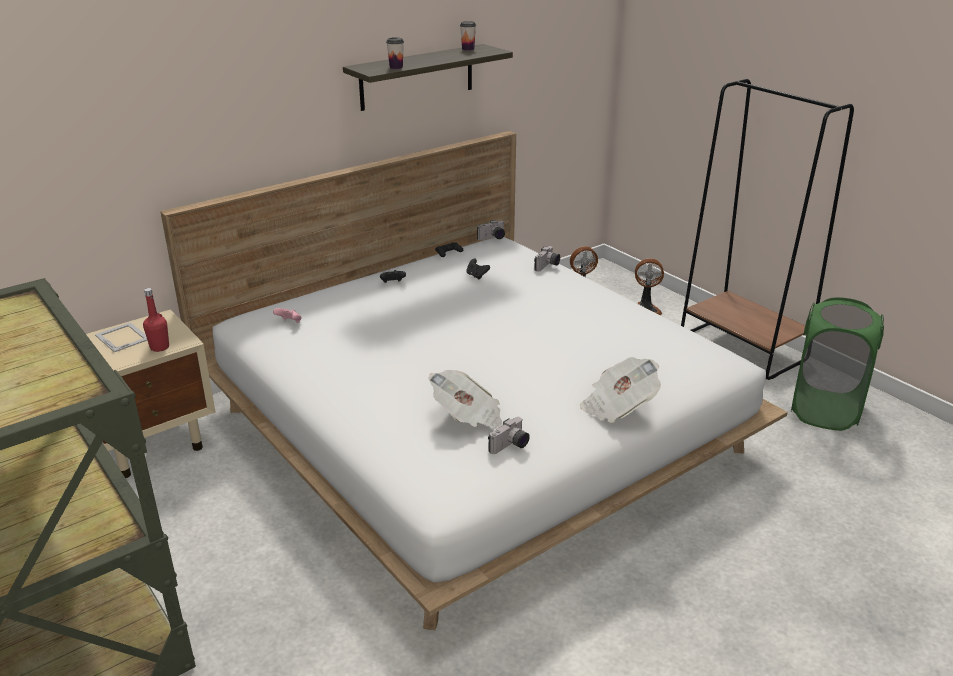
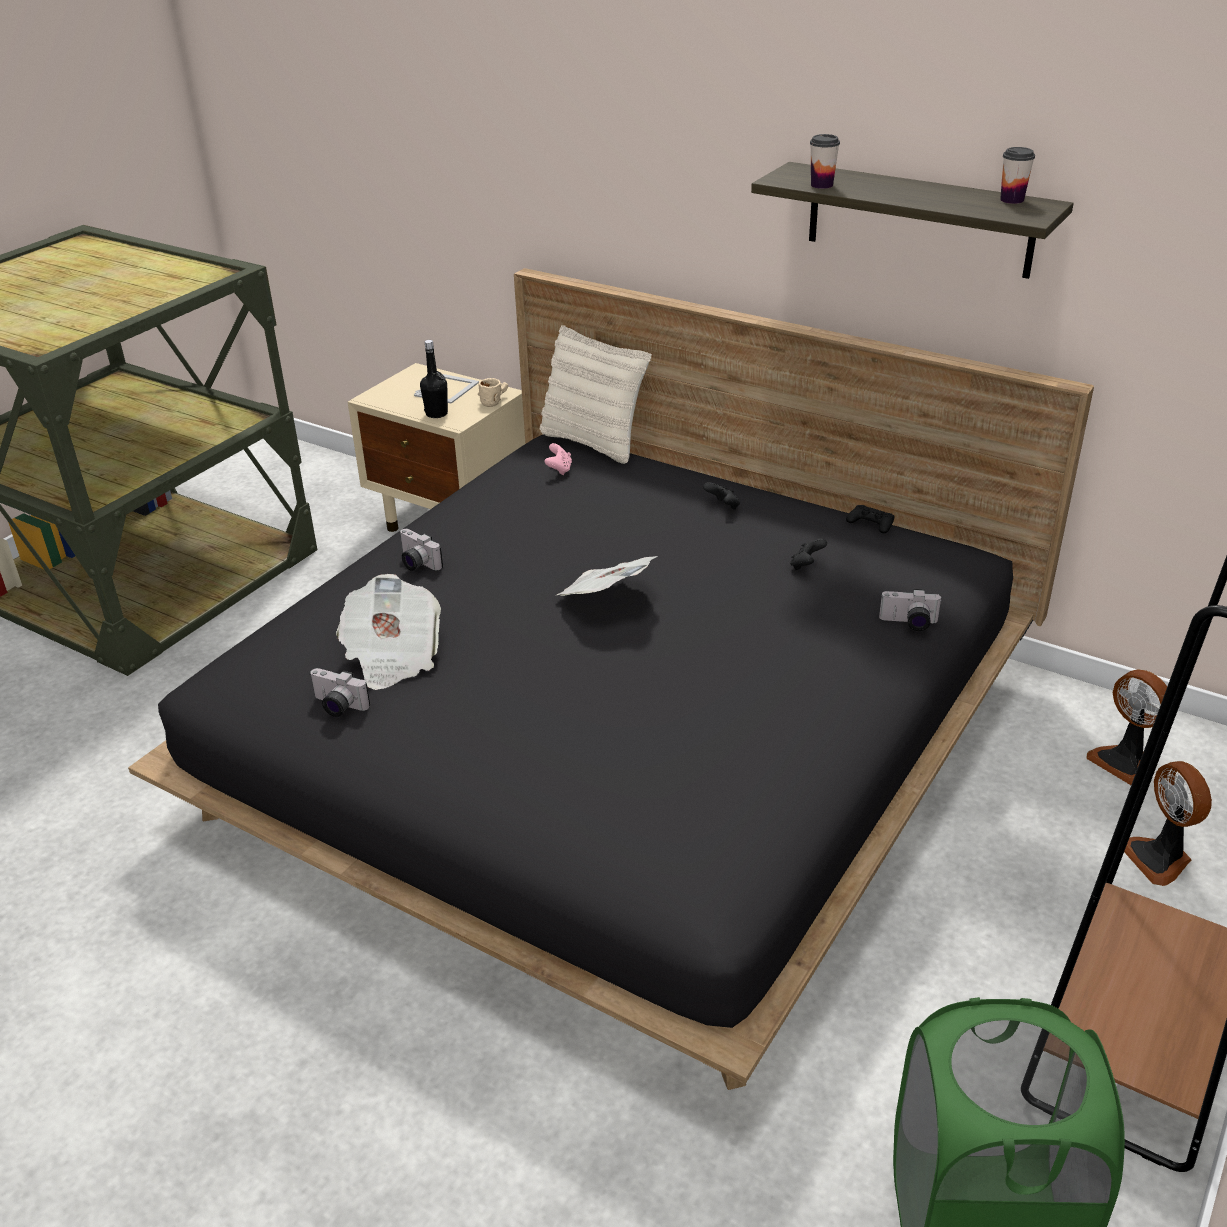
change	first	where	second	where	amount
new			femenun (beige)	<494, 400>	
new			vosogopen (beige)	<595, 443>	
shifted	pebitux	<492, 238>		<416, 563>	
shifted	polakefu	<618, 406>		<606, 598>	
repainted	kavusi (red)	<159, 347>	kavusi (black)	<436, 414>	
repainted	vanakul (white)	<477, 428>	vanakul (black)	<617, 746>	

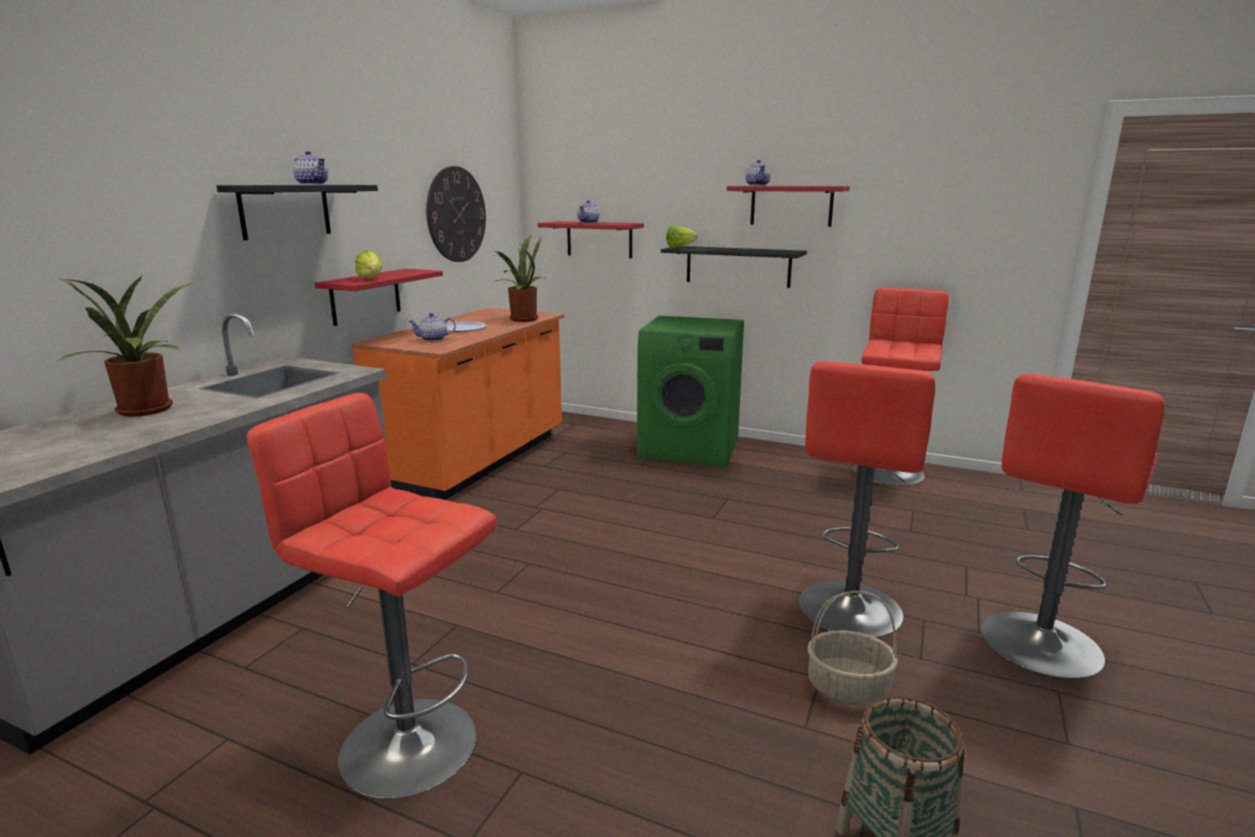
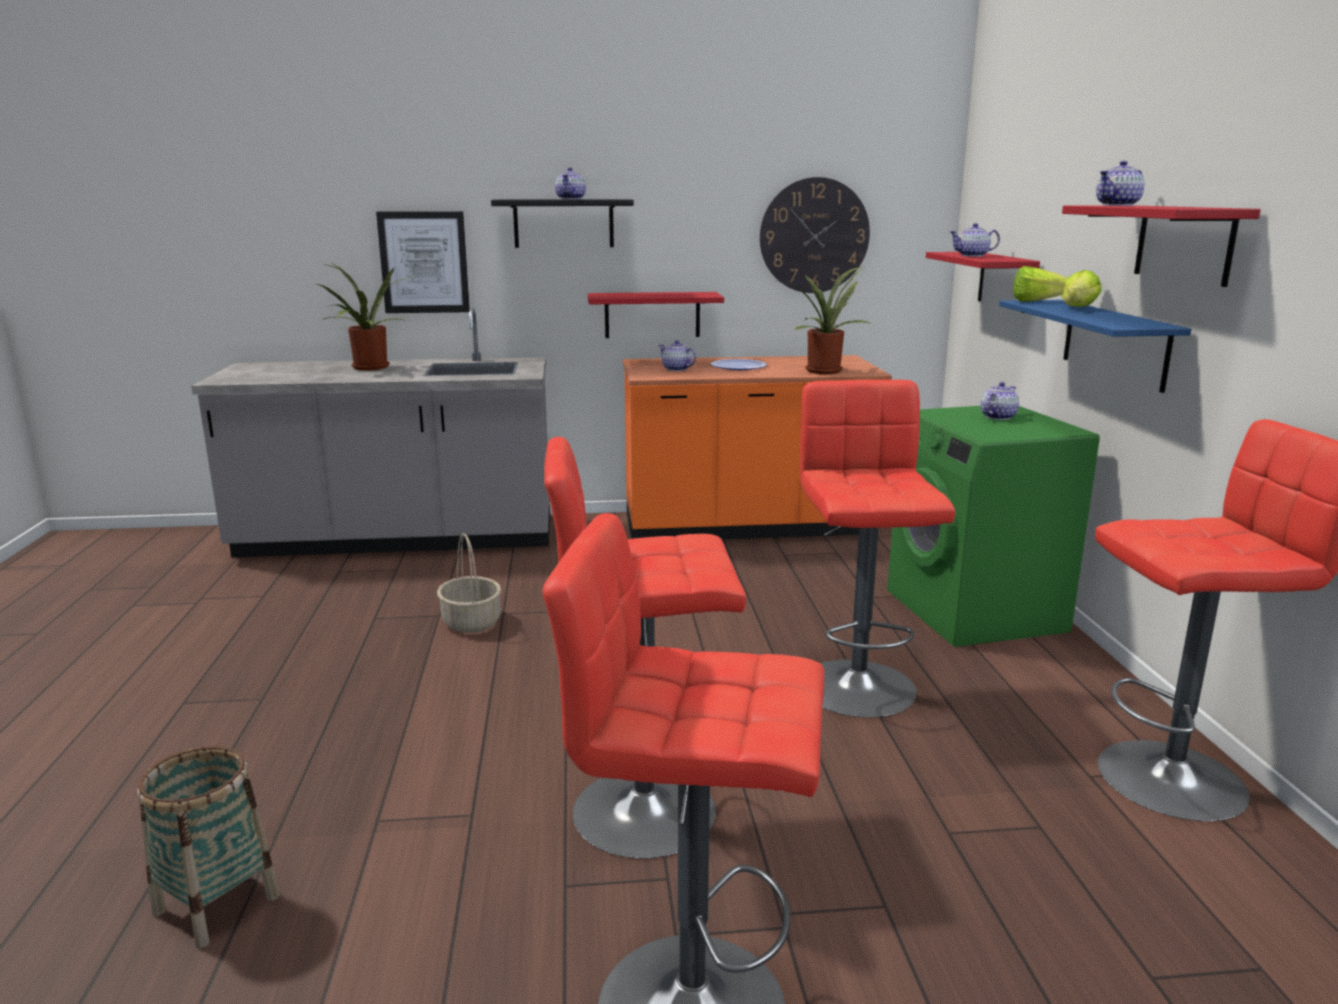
change	first	where	second	where	amount
new			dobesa	<424, 262>	
new			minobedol	<997, 417>	
shifted	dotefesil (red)	<408, 744>		<858, 687>	
shifted	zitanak	<371, 279>		<1075, 308>	
shifted	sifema	<847, 688>		<470, 622>	
repainted	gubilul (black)	<738, 266>	gubilul (blue)	<1114, 343>	

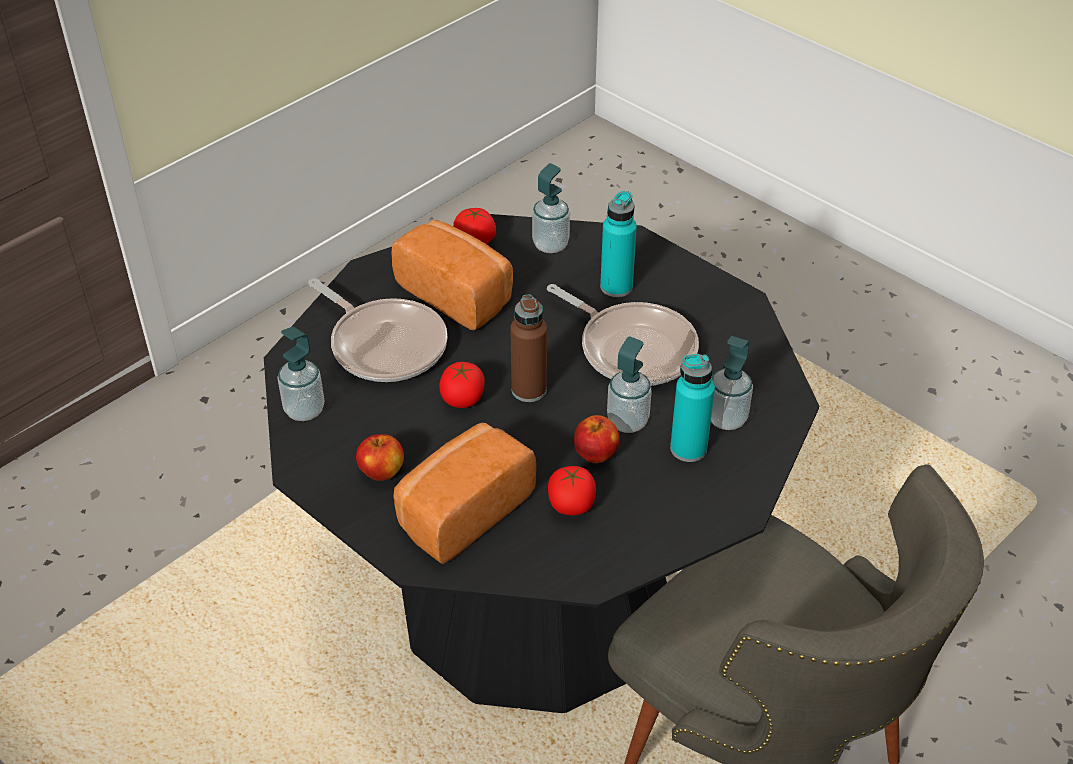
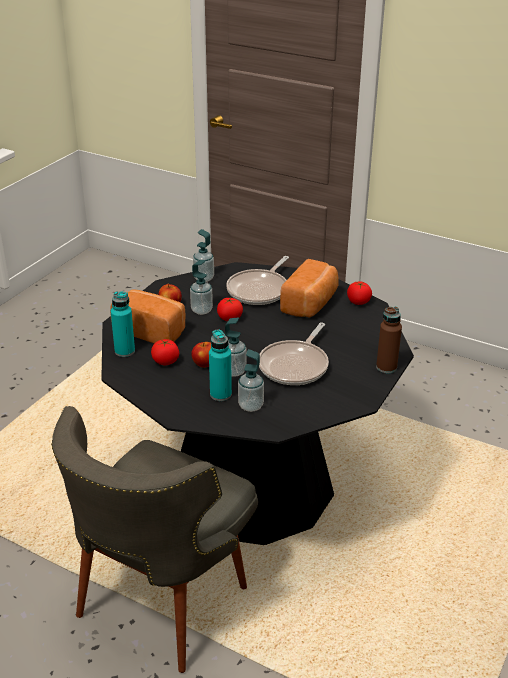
change	first	where	second	where	amount
shifted	kavusi (brown)	<529, 390>		<386, 367>	
shifted	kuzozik	<550, 245>		<201, 310>	
shifted	kavusi (turquoise)	<616, 287>		<124, 351>	

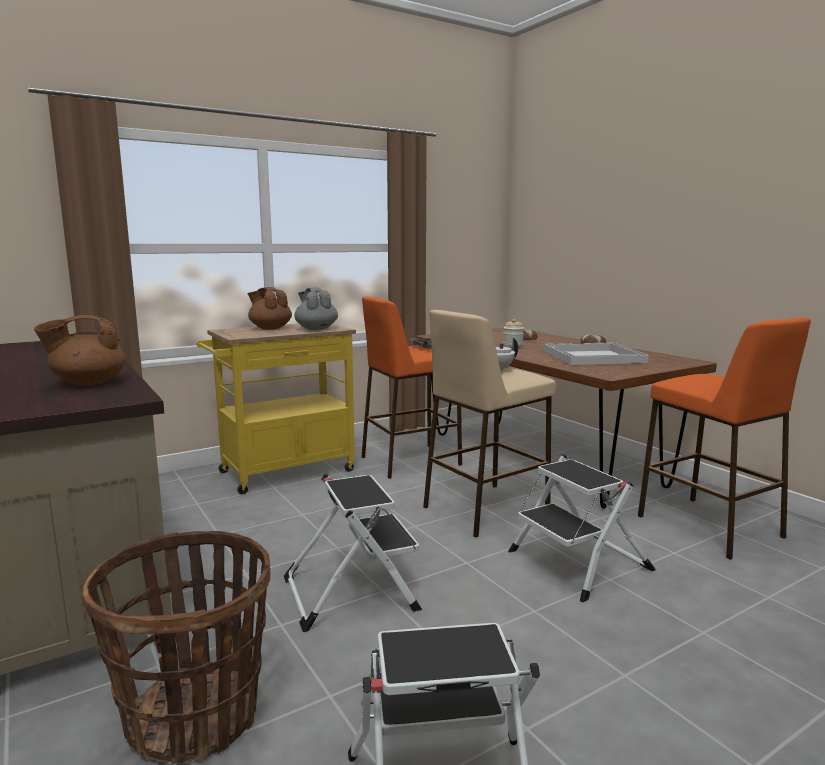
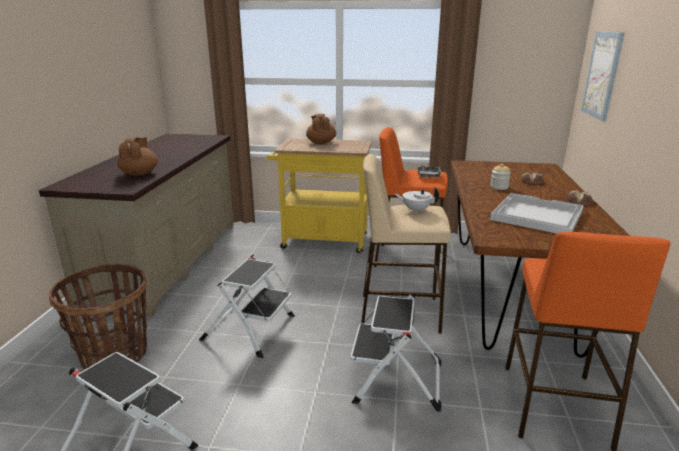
change	first	where	second	where	amount
gone	minobedol (grey)	<316, 329>			
new			dobesa	<602, 75>	
rotated	minobedol (brown)	<88, 383>		<139, 173>	75 degrees clockwise

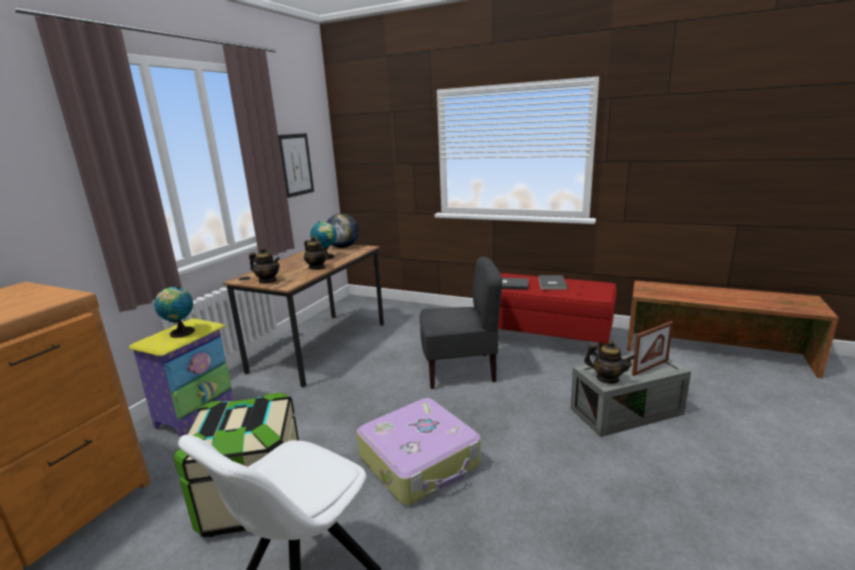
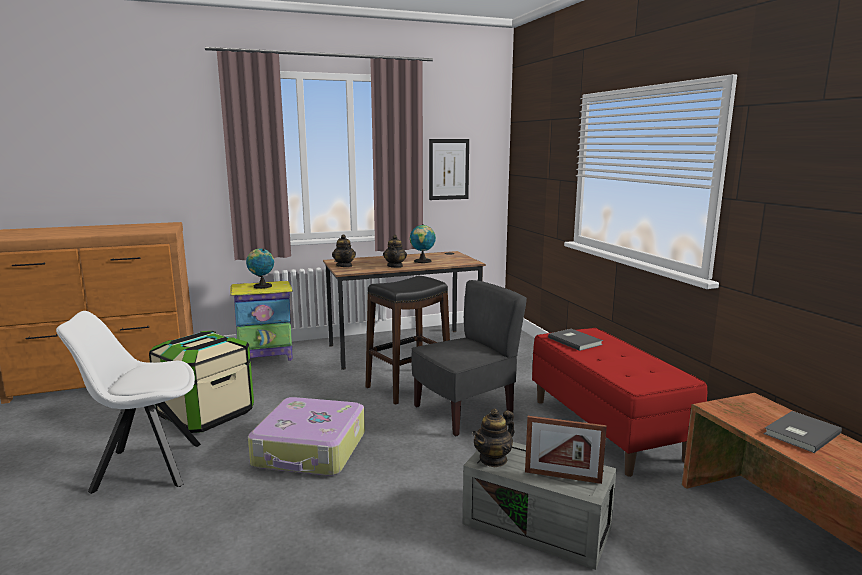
change	first	where	second	where	amount
gone	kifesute	<343, 247>			
new			dotefesil (black)	<408, 386>	
shifted	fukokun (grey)	<551, 284>		<799, 433>	
rotated	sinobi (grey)	<460, 370>		<464, 412>	75 degrees counterclockwise
rotated	minobedol	<607, 378>		<493, 459>	60 degrees clockwise

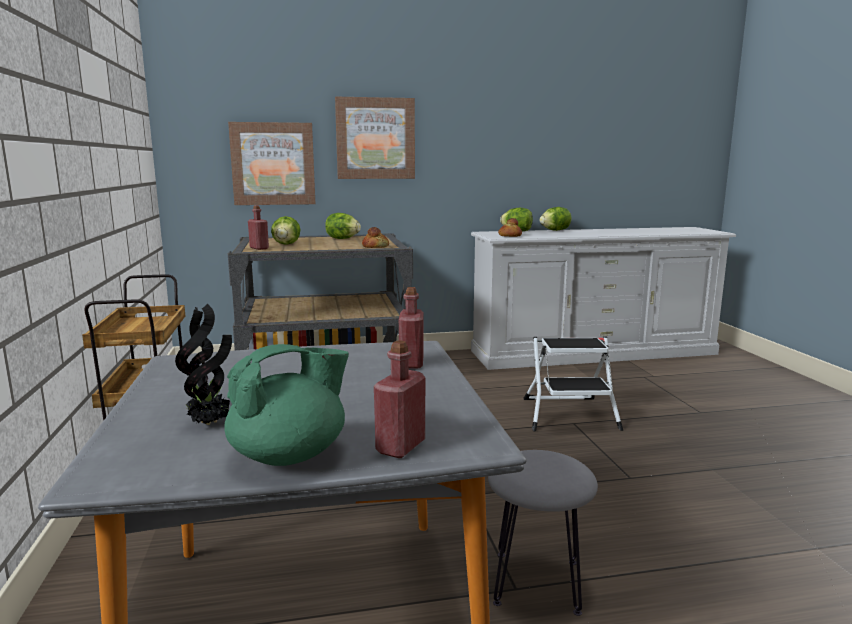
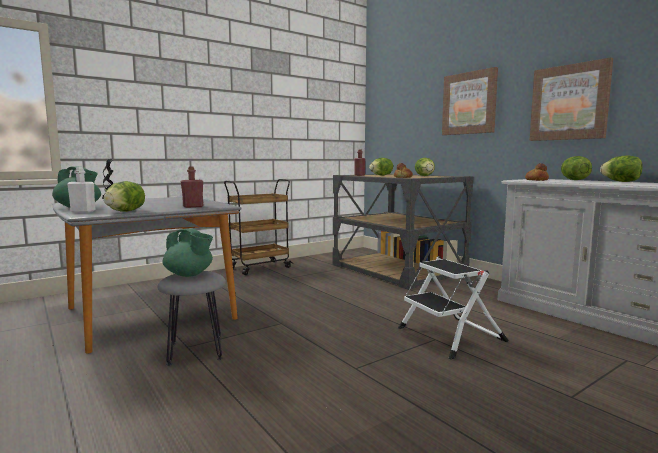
change	first	where	second	where	amount
new			zitanak	<125, 211>	
new			minobedol (green)	<189, 275>	
shifted	dobesa	<273, 164>		<569, 102>	
repainted	kavusi (red)	<400, 447>	kavusi (white)	<83, 211>	

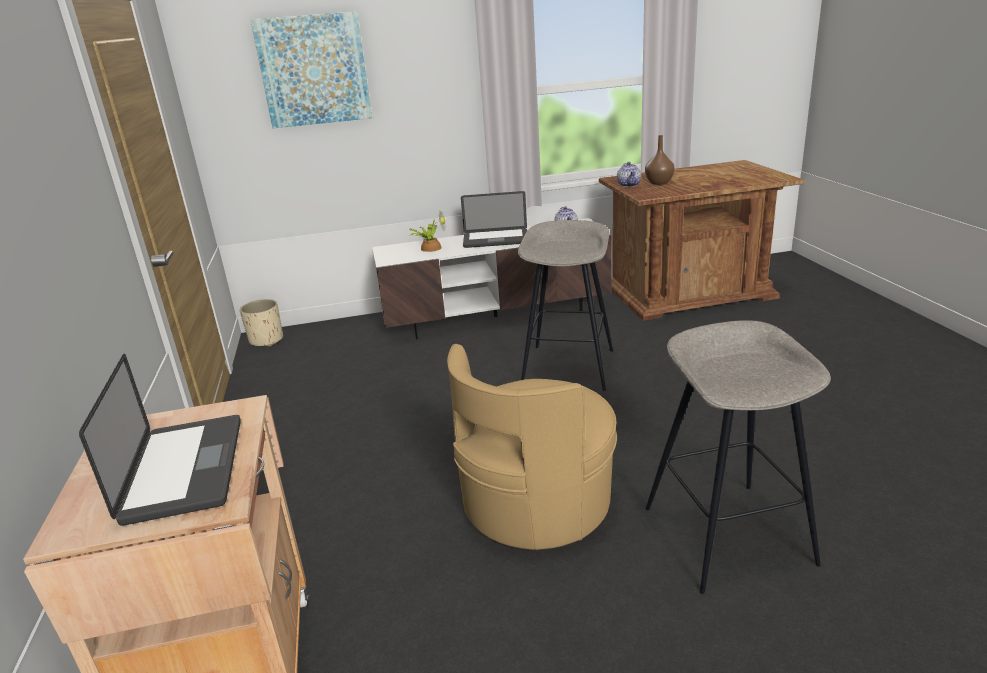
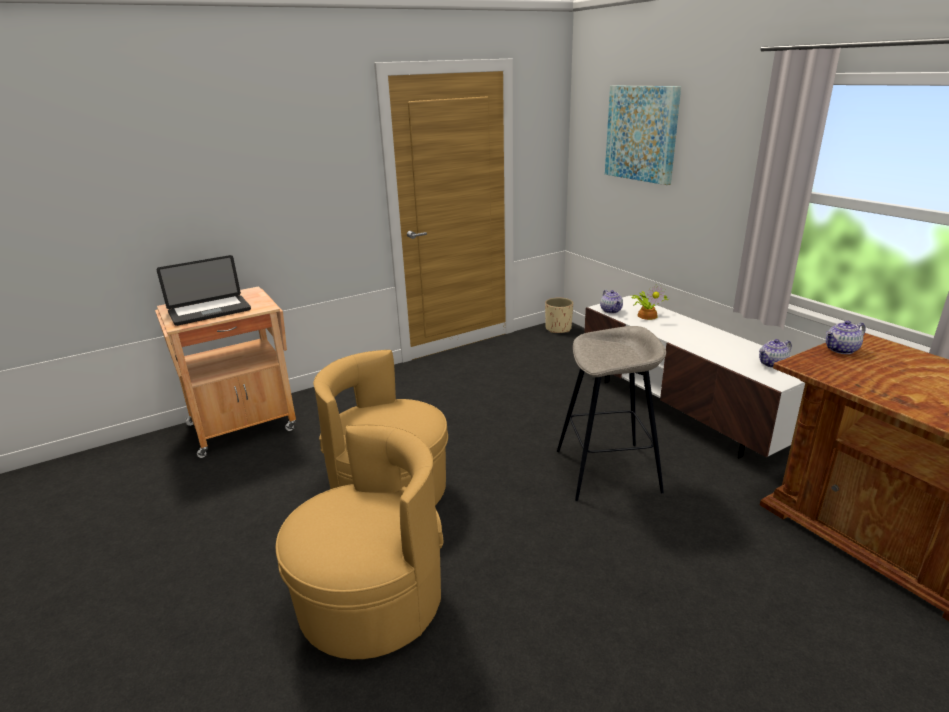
change	first	where	second	where	amount
gone	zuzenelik	<495, 240>			
gone	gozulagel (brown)	<658, 183>			
new			minobedol	<611, 311>	
swapped	dotefesil (grey)	<727, 534>	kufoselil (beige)	<370, 604>	

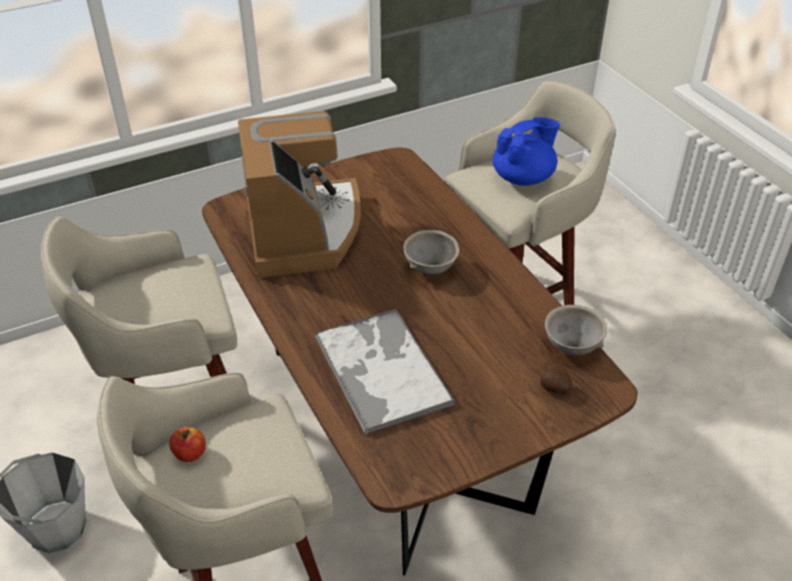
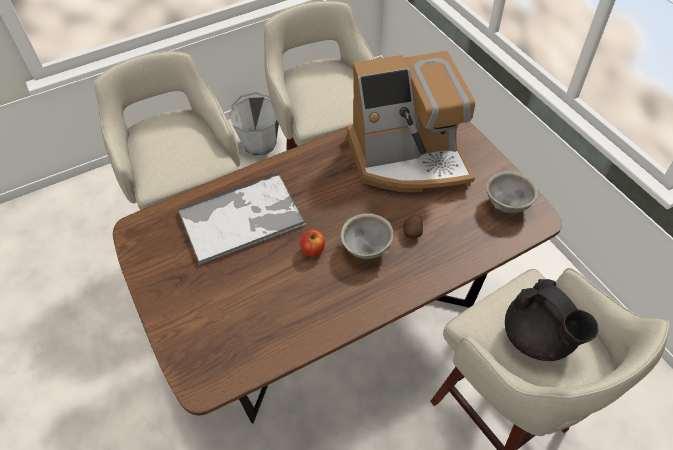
change	first	where	second	where	amount
shifted	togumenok	<190, 454>		<313, 250>	
shifted	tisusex	<554, 389>		<412, 231>	
shifted	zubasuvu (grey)	<572, 347>		<506, 204>	
repainted	minobedol (blue)	<523, 177>	minobedol (black)	<538, 338>	

